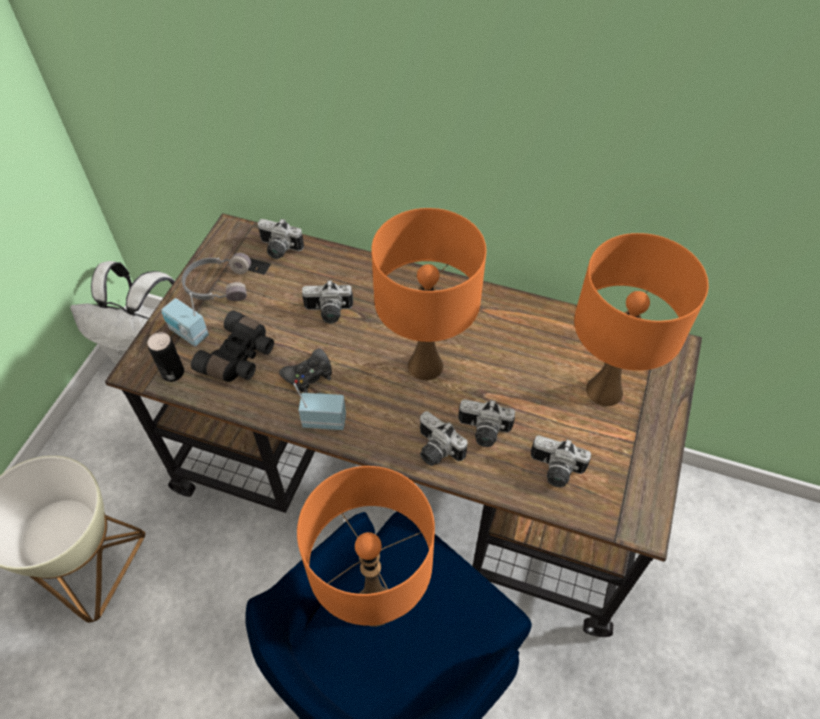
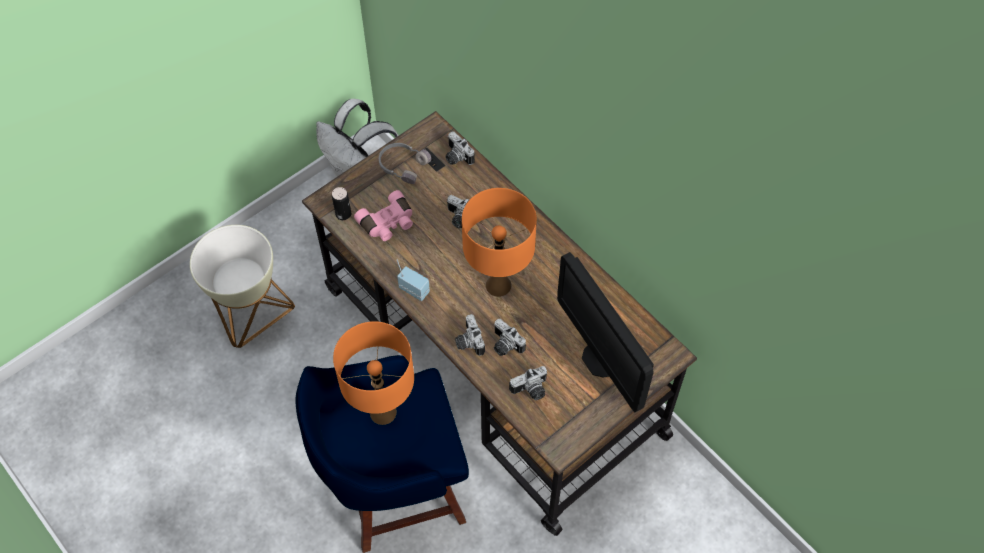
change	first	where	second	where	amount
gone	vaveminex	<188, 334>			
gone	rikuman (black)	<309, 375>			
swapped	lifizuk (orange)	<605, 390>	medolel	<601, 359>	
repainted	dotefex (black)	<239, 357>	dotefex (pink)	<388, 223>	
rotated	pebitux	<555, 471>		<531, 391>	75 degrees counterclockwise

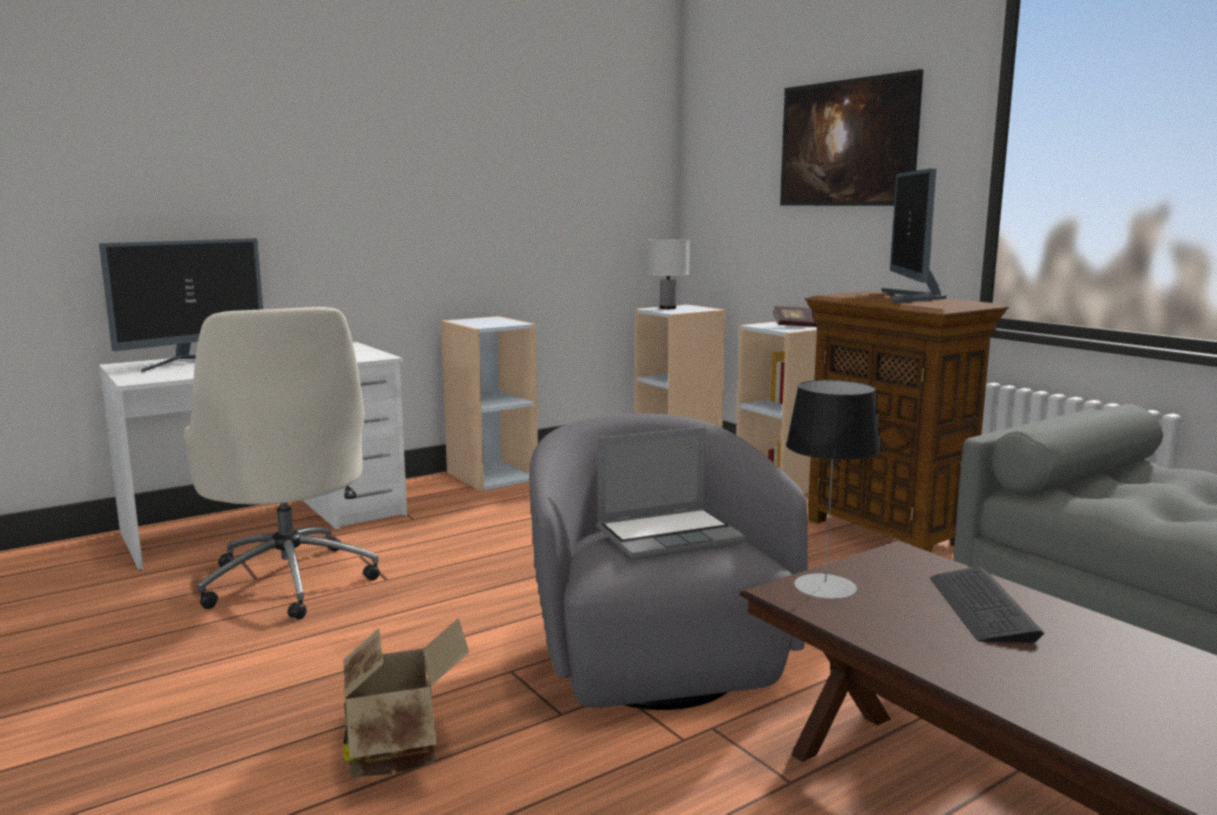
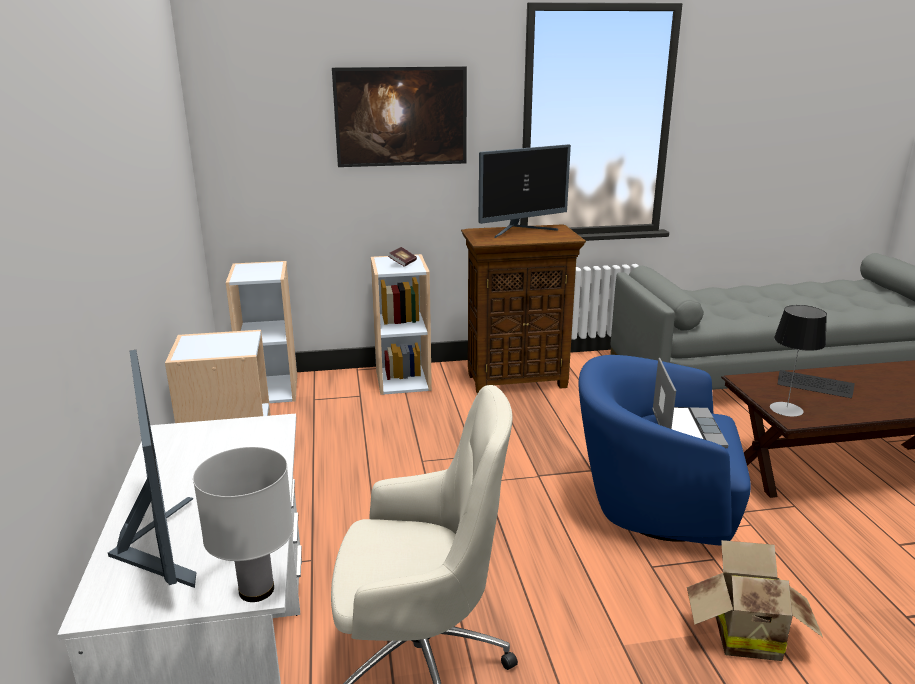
change	first	where	second	where	amount
shifted	lifizuk (white)	<668, 308>		<257, 589>	
repainted	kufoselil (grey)	<654, 658>	kufoselil (blue)	<654, 508>	
rotated	medolel	<911, 298>		<521, 230>	60 degrees counterclockwise

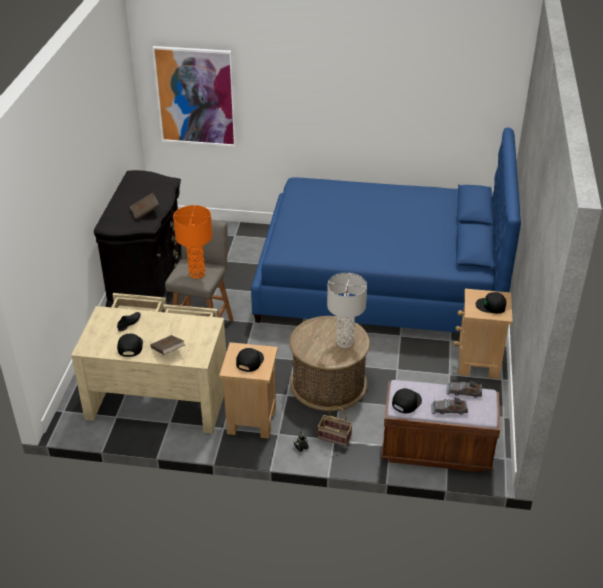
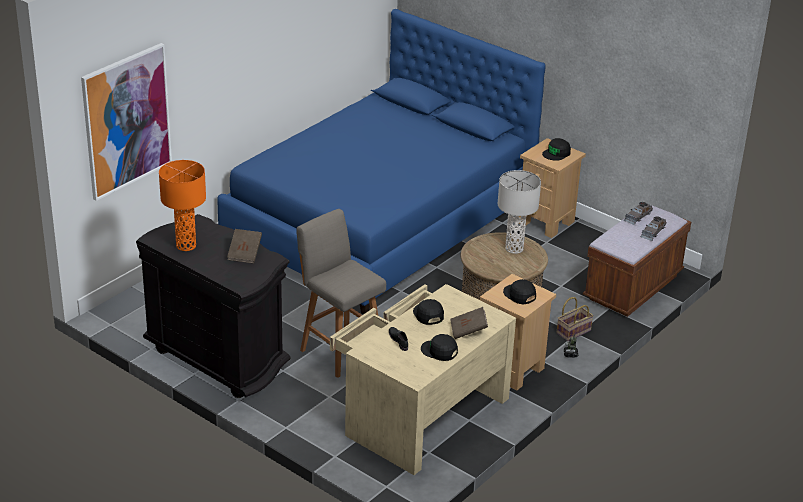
change	first	where	second	where	amount
shifted	lifizuk (orange)	<197, 274>		<186, 245>	
shifted	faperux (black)	<406, 402>		<428, 314>	

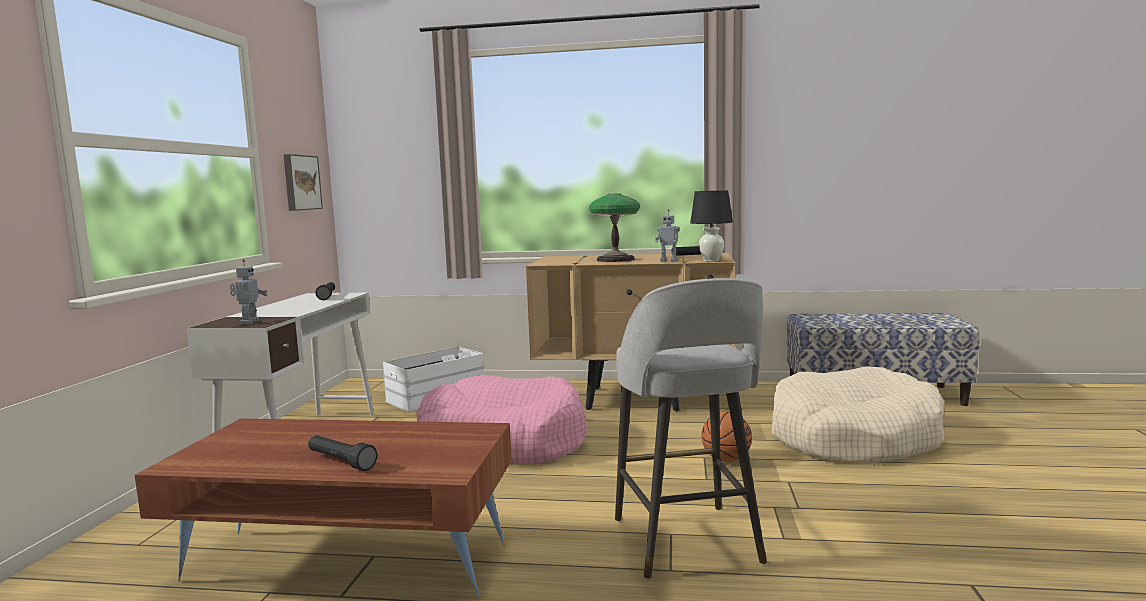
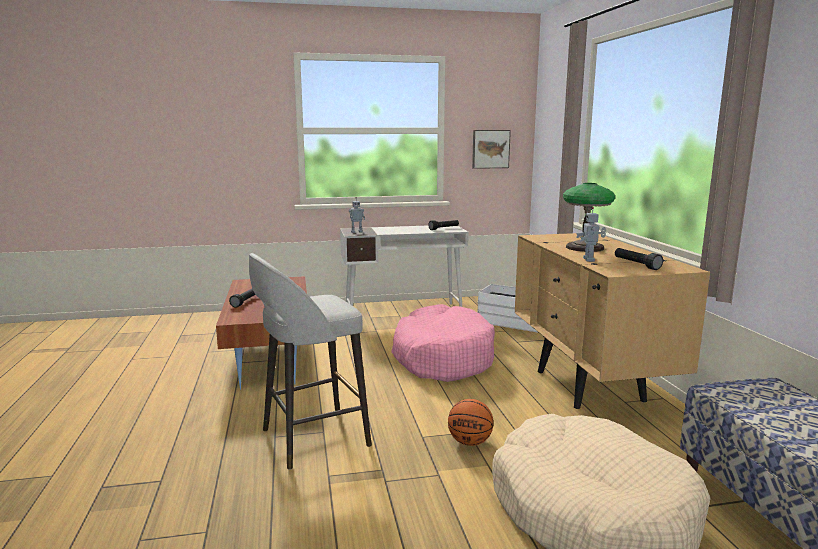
change	first	where	second	where	amount
gone	lifizuk (black)	<711, 260>			

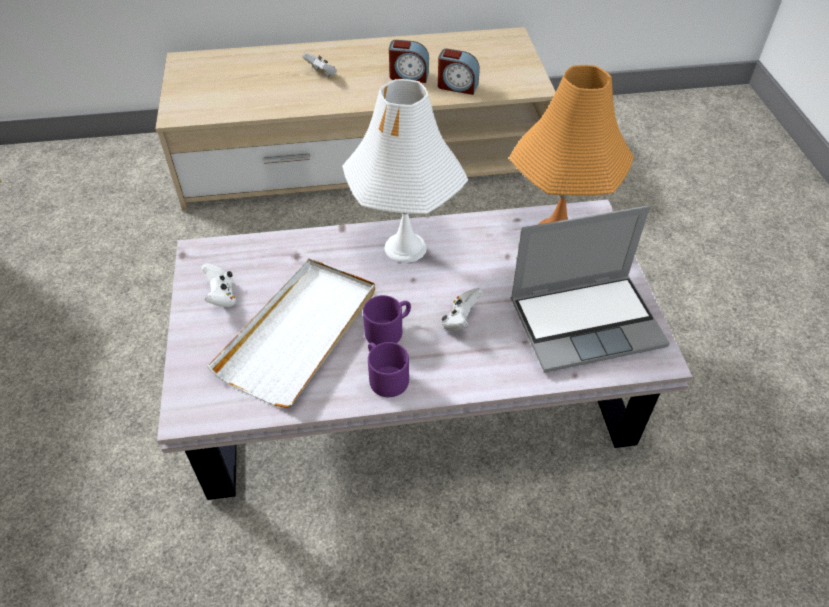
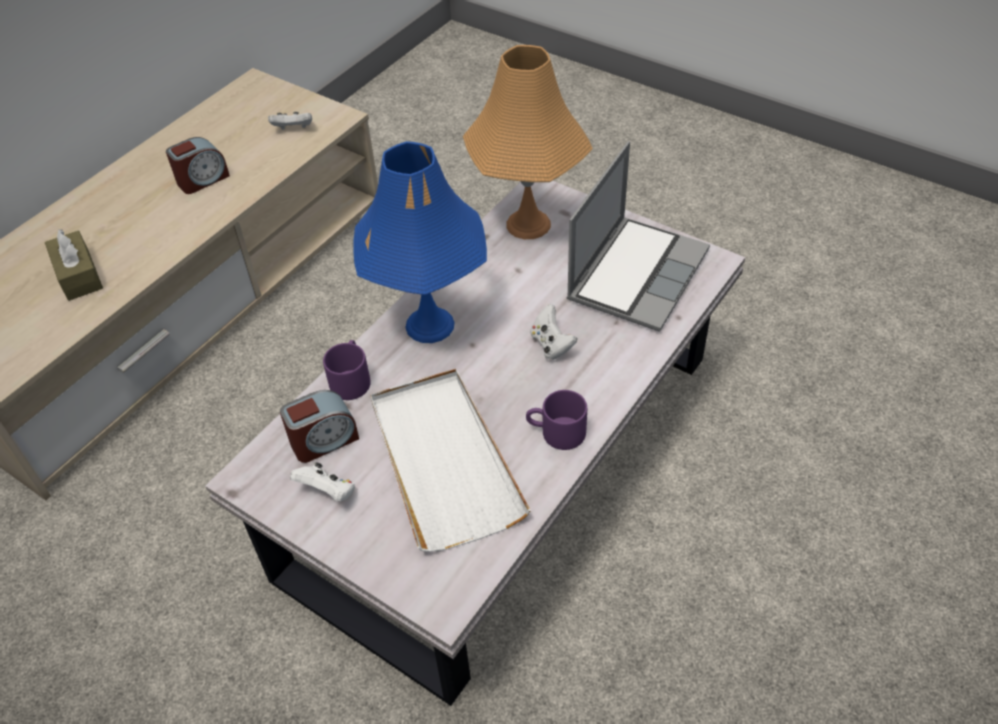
change	first	where	second	where	amount
new			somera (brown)	<78, 275>	
shifted	rikuman (white)	<321, 73>		<294, 129>	
shifted	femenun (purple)	<388, 329>		<350, 378>	
shifted	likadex	<457, 86>		<324, 440>	
repainted	lifizuk (white)	<405, 247>	lifizuk (blue)	<429, 324>	

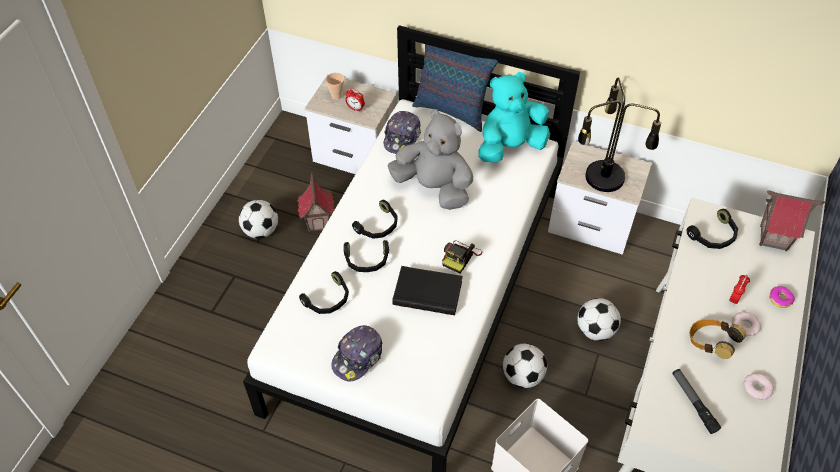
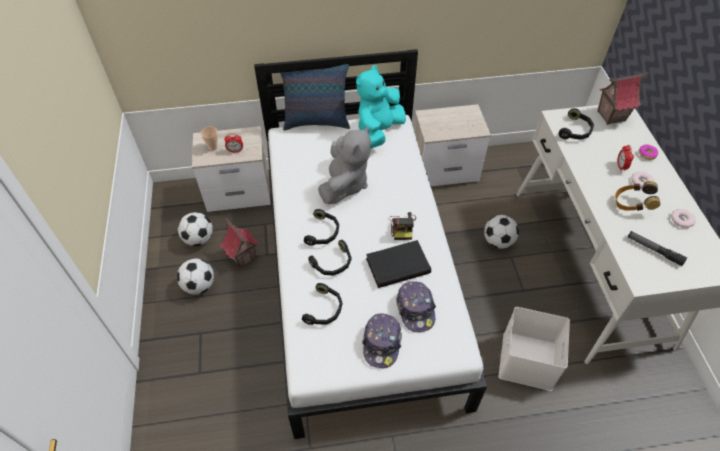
change	first	where	second	where	amount
gone	lifizuk	<605, 176>			
shifted	faperux	<402, 137>		<415, 309>	
shifted	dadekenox	<522, 376>		<199, 239>	
rotated	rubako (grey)	<434, 188>		<344, 184>	105 degrees clockwise

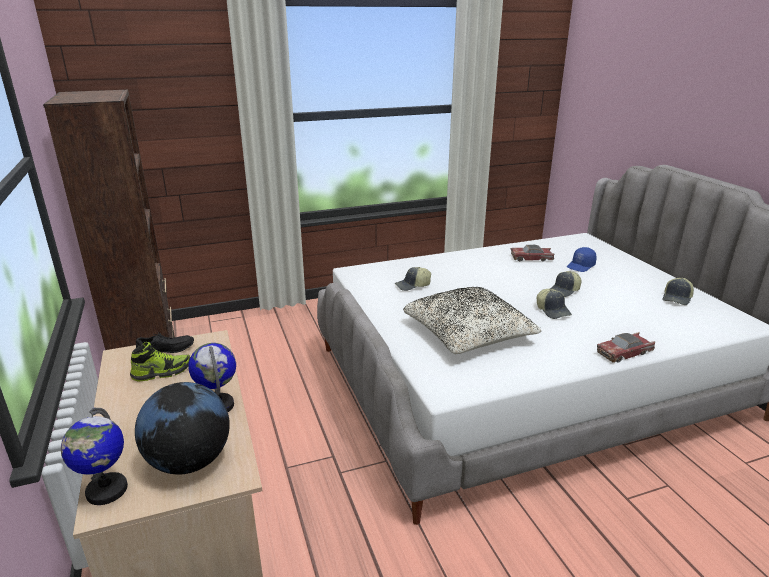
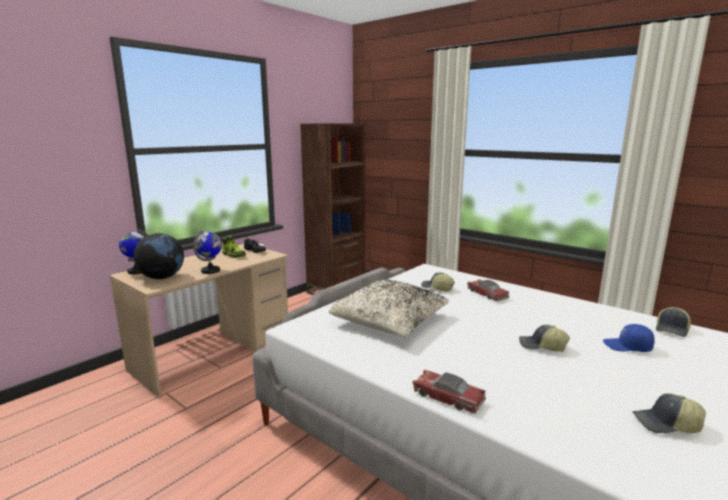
change	first	where	second	where	amount
shifted	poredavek	<531, 258>		<487, 294>	
shifted	faperux	<553, 311>		<672, 329>	

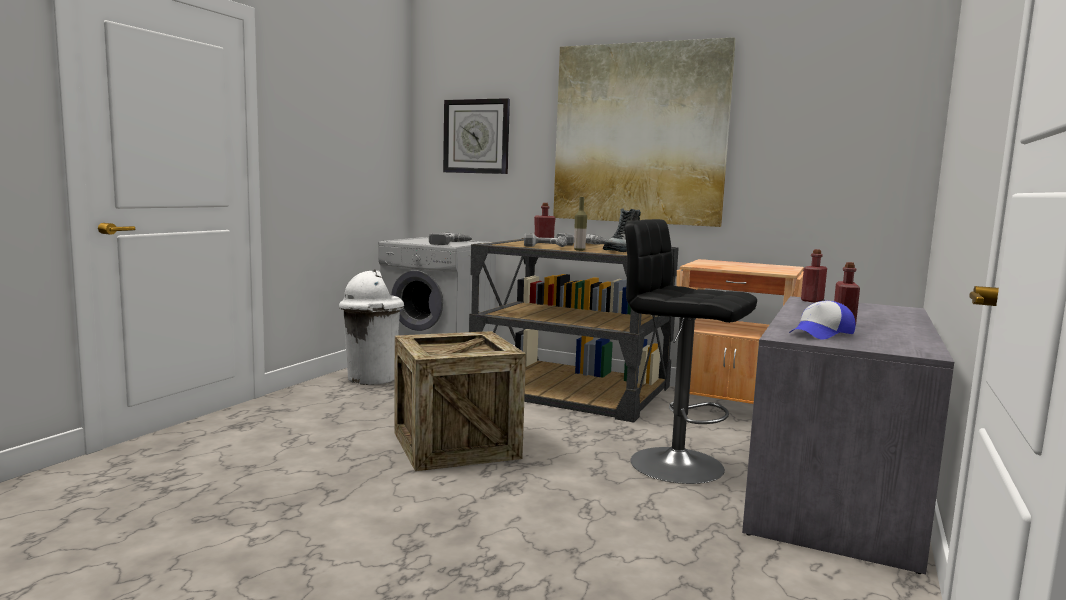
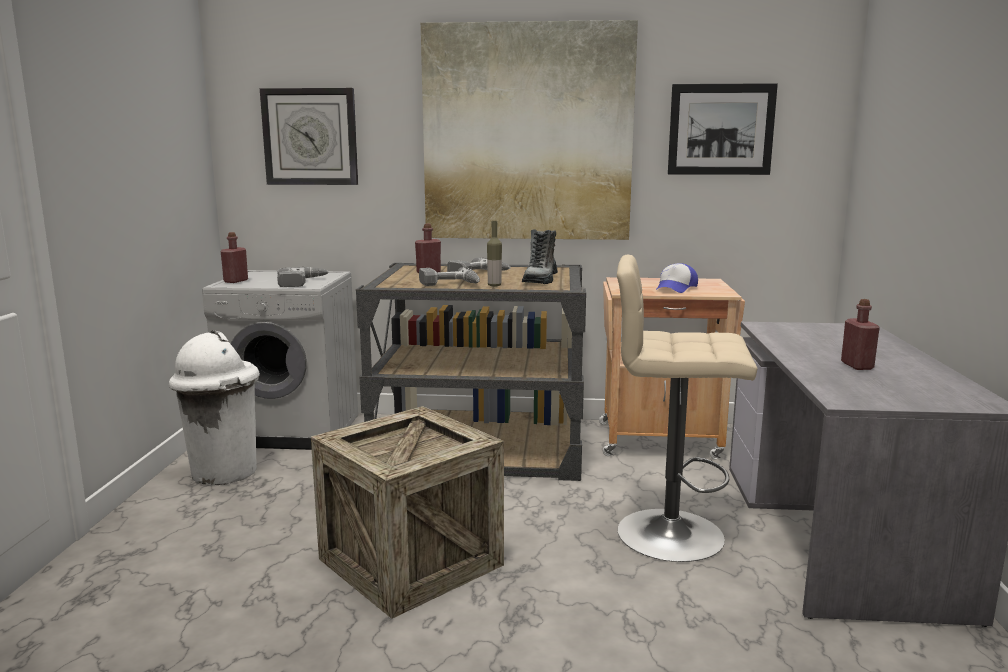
change	first	where	second	where	amount
new			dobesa	<721, 129>	
shifted	faperux	<821, 333>		<676, 288>	
shifted	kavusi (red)	<812, 300>		<236, 281>	
repainted	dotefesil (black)	<676, 465>	dotefesil (beige)	<669, 534>	

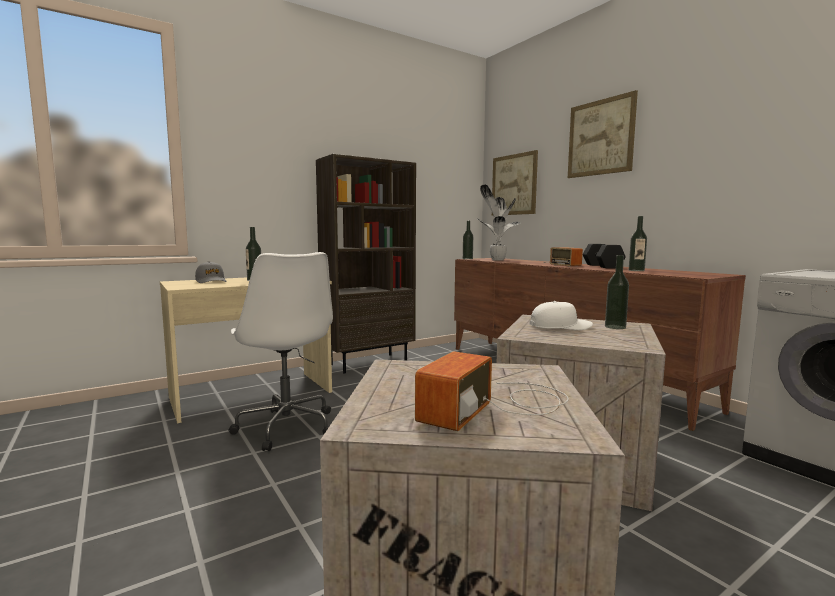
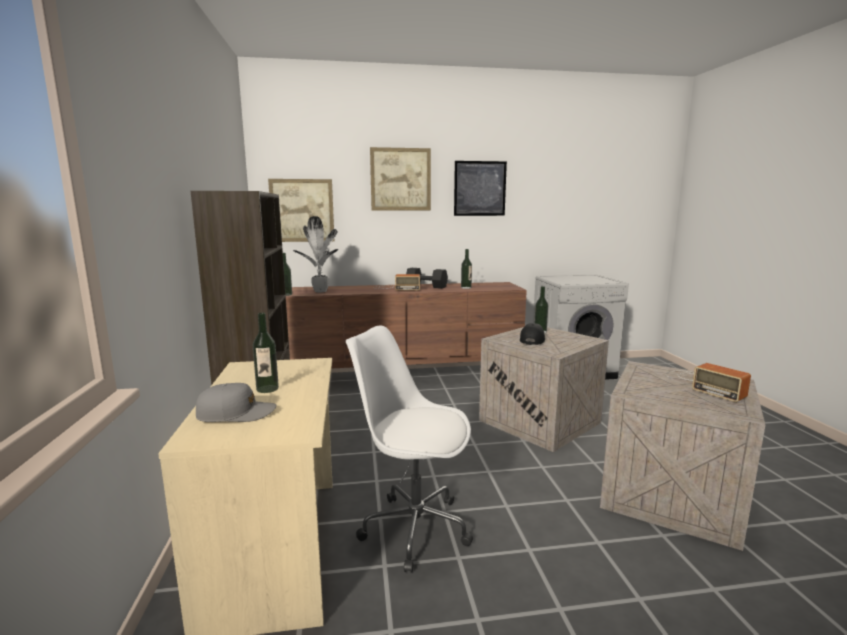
change	first	where	second	where	amount
new			dobesa	<480, 188>	
repainted	faperux (white)	<560, 326>	faperux (black)	<532, 340>	
rotated	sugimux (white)	<287, 428>		<413, 528>	150 degrees counterclockwise

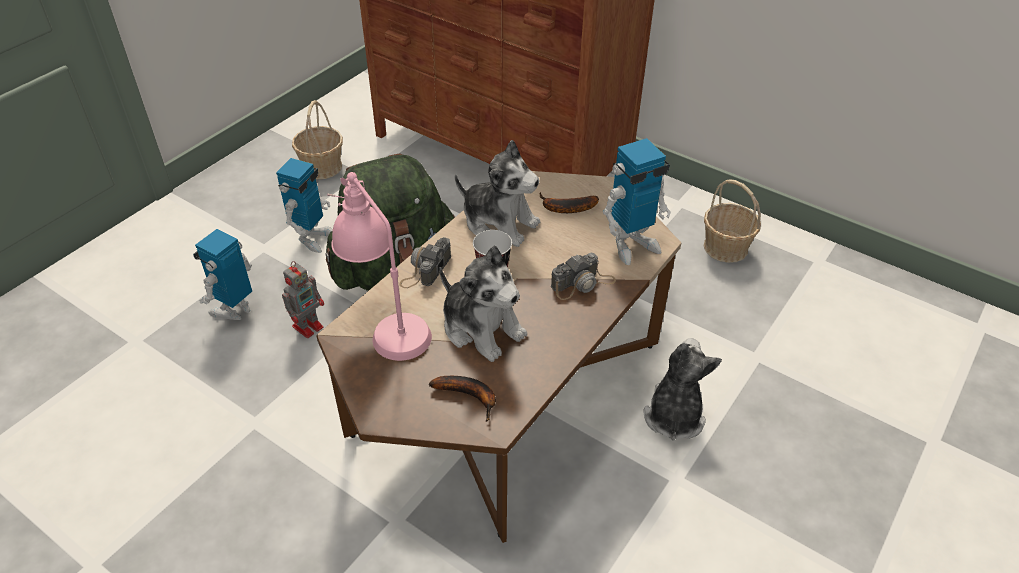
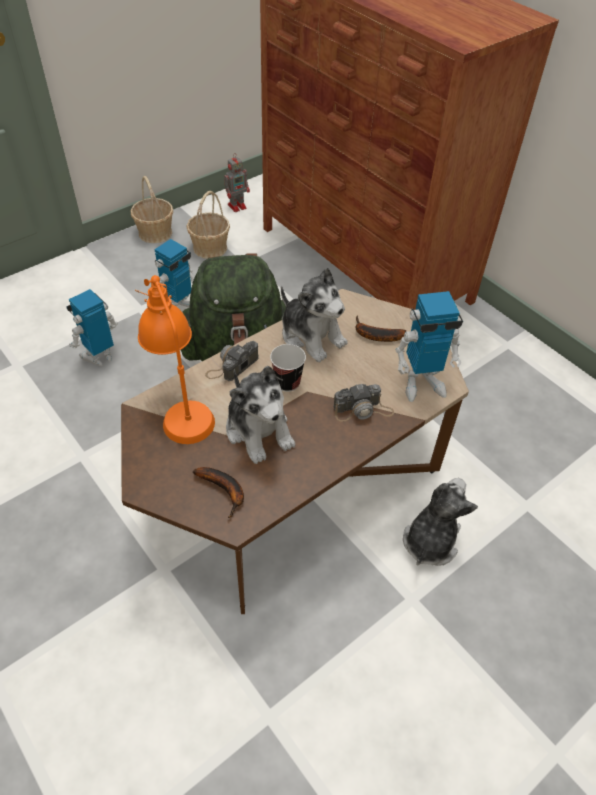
change	first	where	second	where	amount
shifted	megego	<309, 326>		<238, 206>	
shifted	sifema	<725, 248>		<155, 233>	
repainted	lifizuk (pink)	<385, 324>	lifizuk (orange)	<180, 407>	

